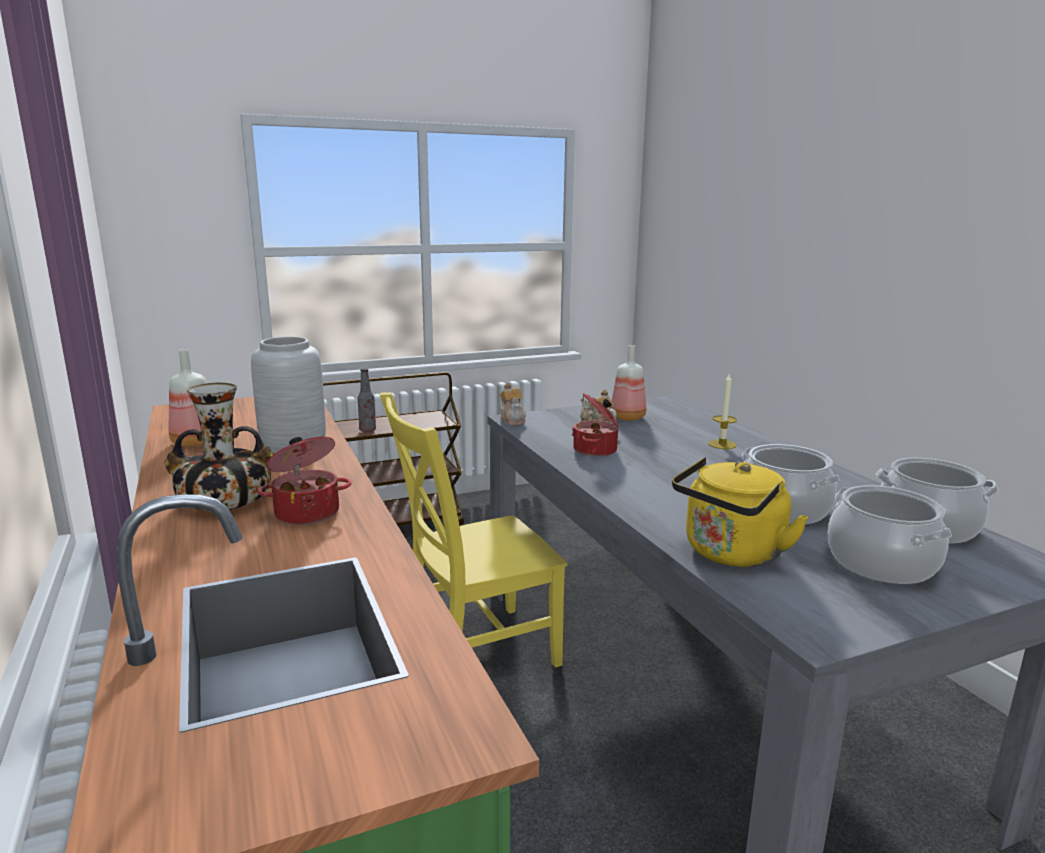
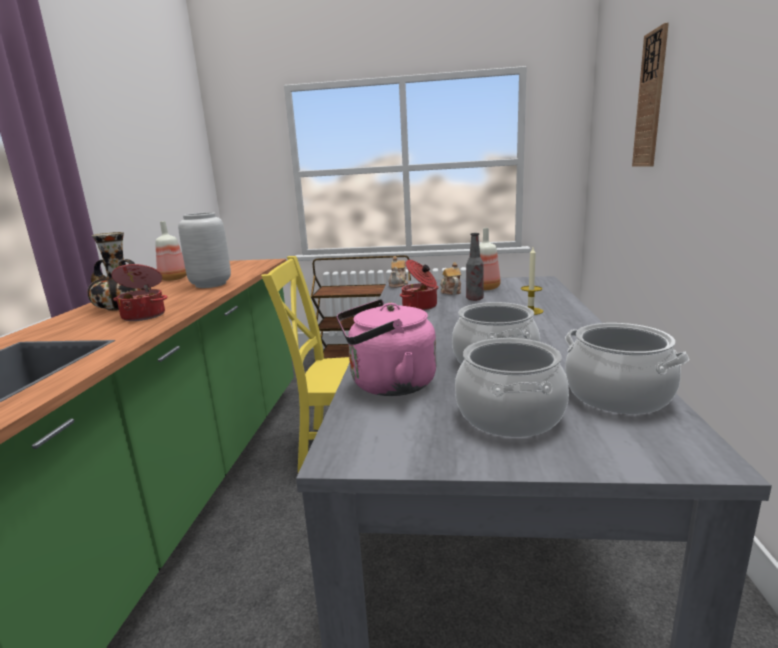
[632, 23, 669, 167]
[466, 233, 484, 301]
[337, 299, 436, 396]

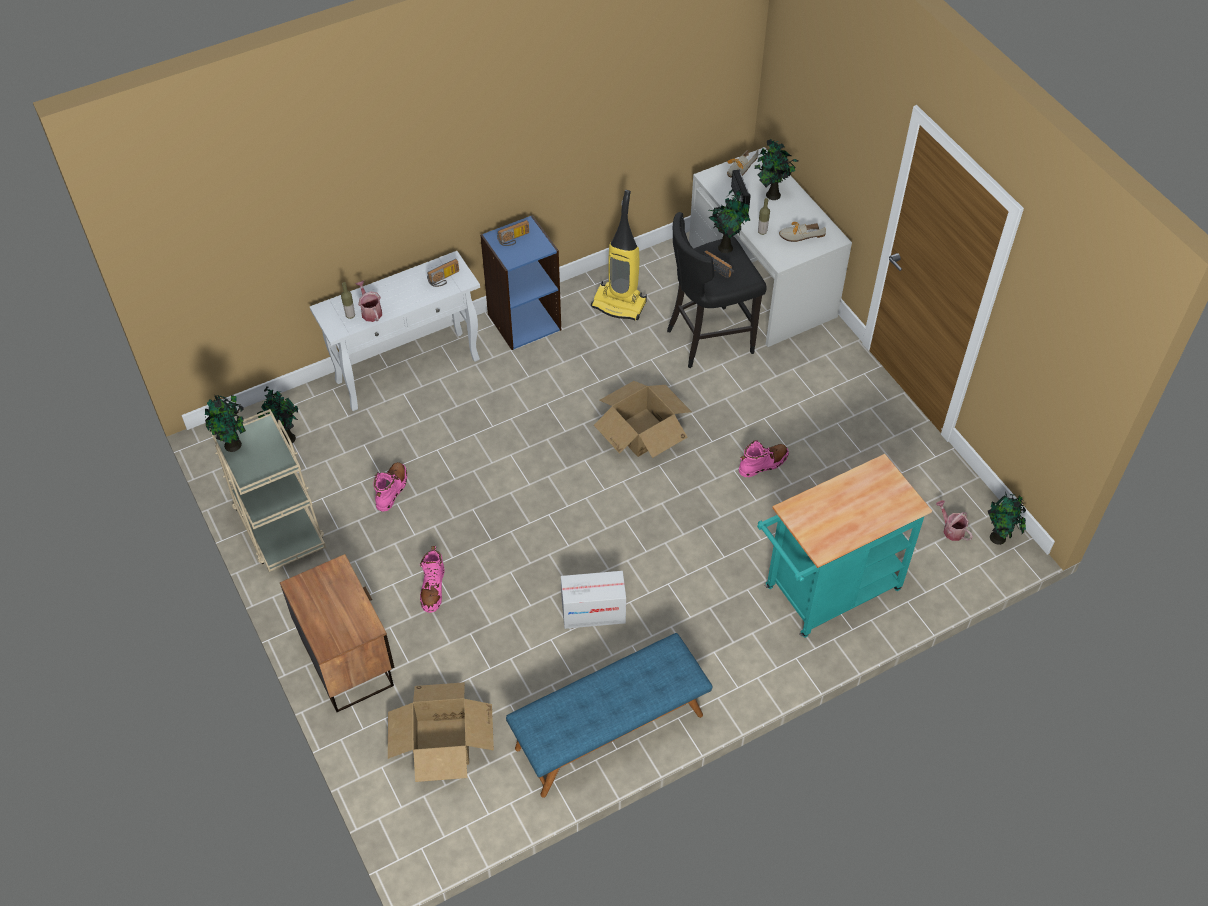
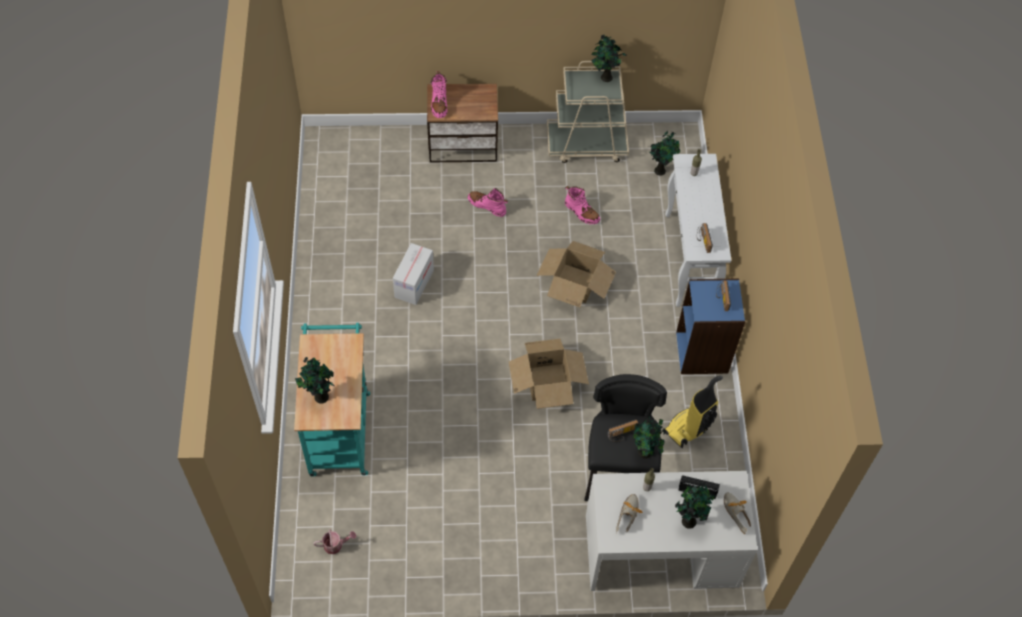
[356, 281, 382, 322] (first image)
[506, 633, 712, 798] (first image)
[536, 241, 616, 307]
[431, 71, 447, 118]
[295, 357, 335, 404]

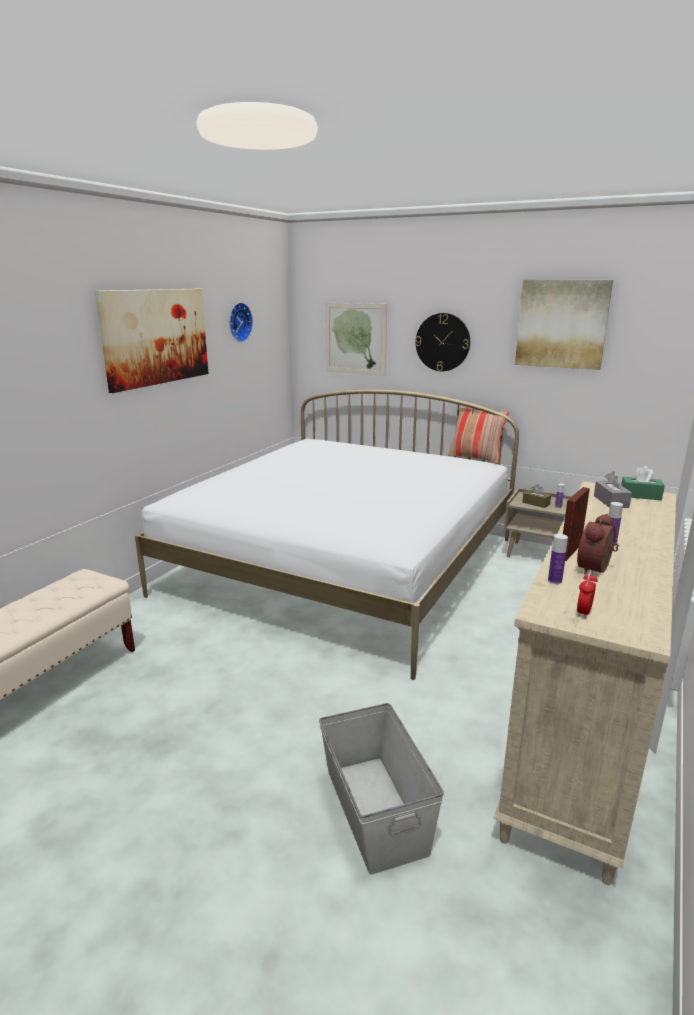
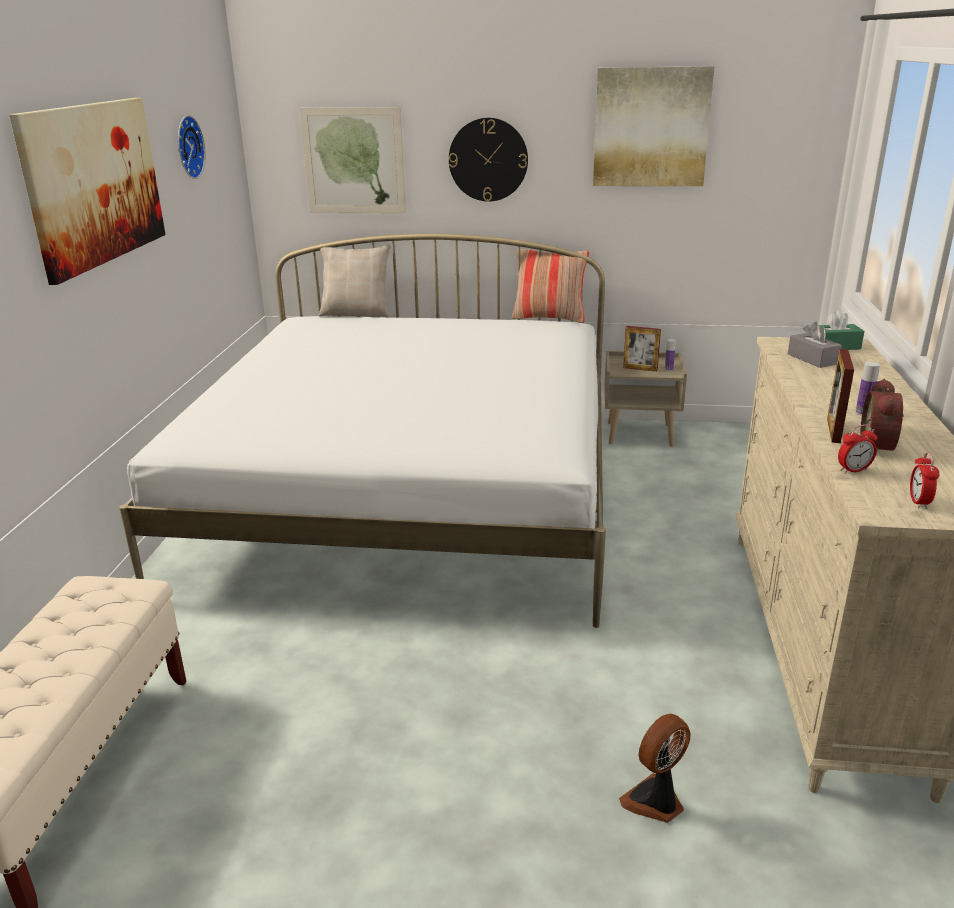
[319, 244, 391, 317]
[619, 713, 691, 823]
[623, 326, 661, 372]
[838, 424, 877, 474]

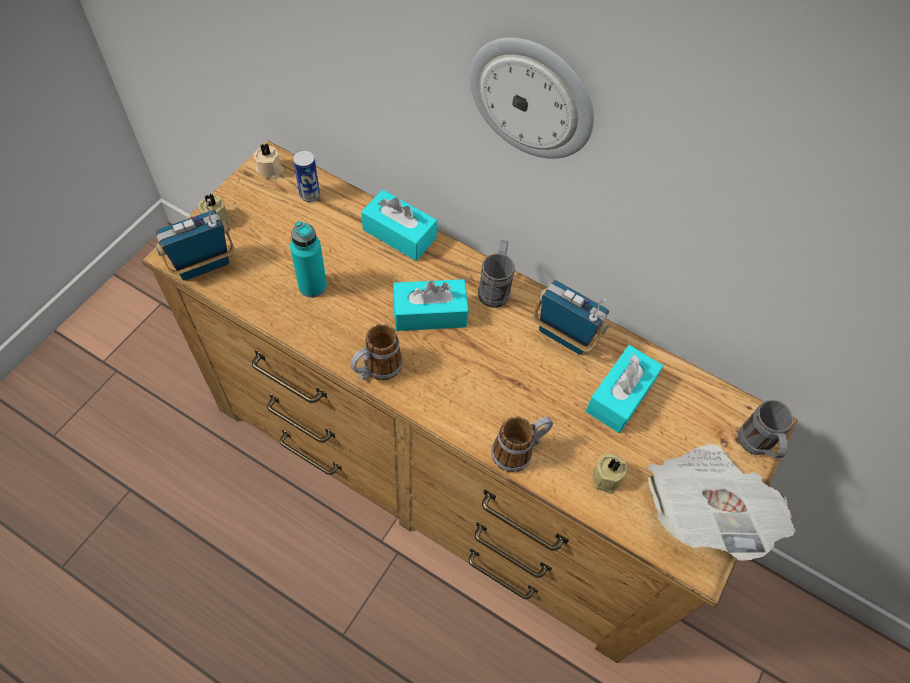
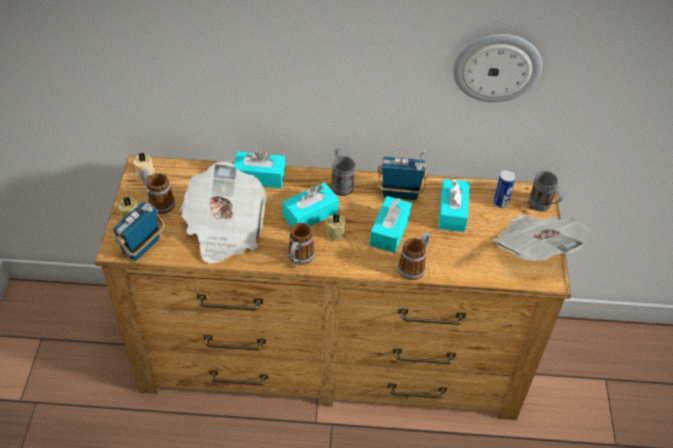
[141, 169, 175, 214]
[370, 196, 412, 253]
[493, 170, 516, 208]
[453, 34, 542, 102]
[326, 214, 345, 241]
[180, 161, 267, 264]

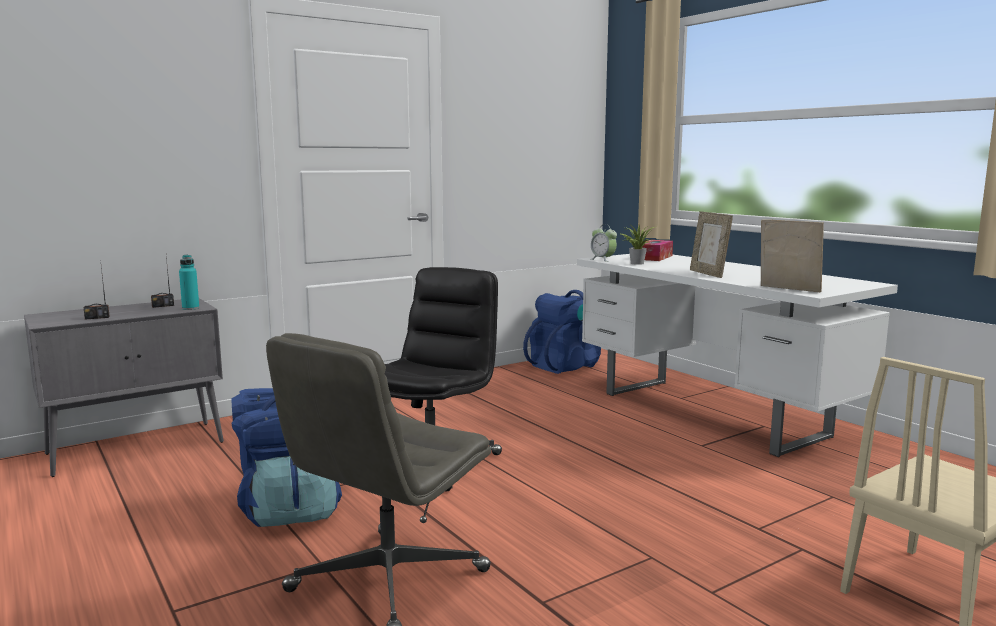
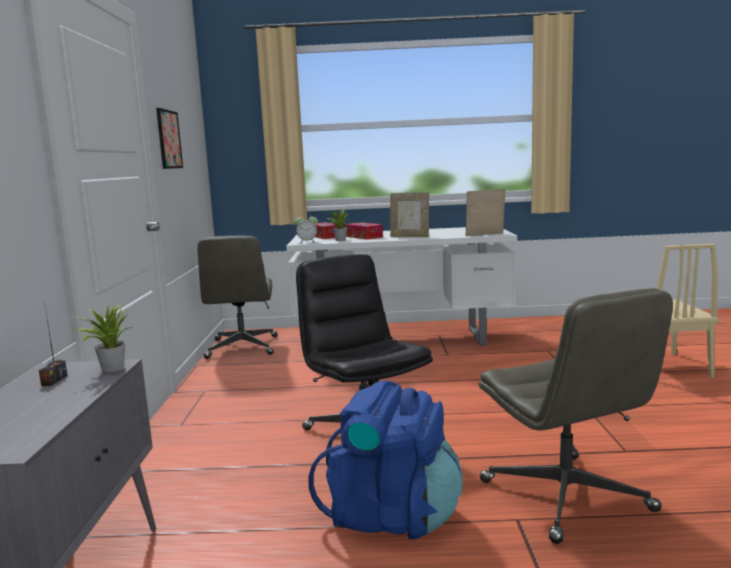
[84, 267, 110, 319] (first image)
[156, 108, 183, 169]
[345, 222, 383, 240]
[75, 304, 134, 372]
[197, 236, 278, 359]

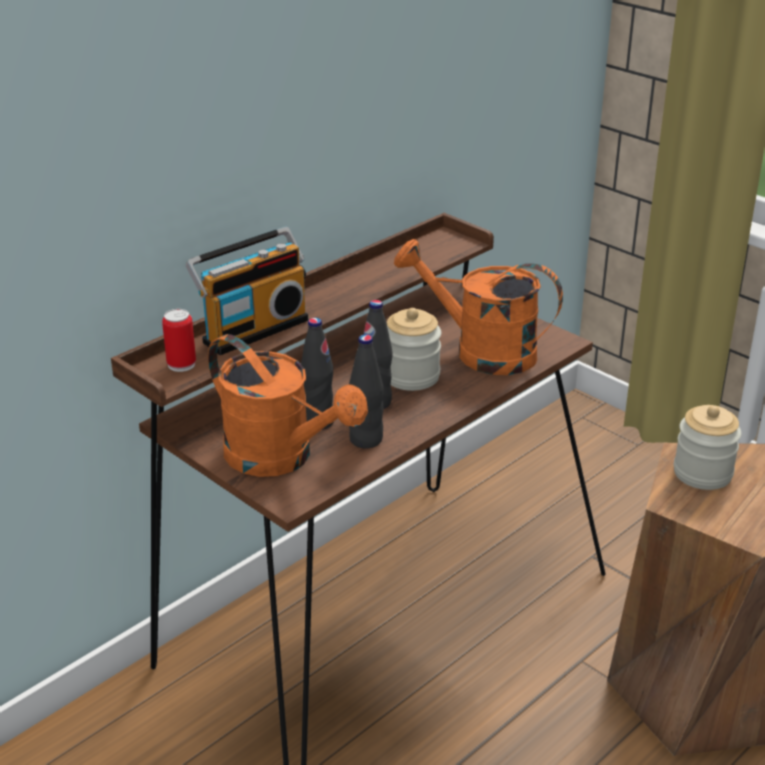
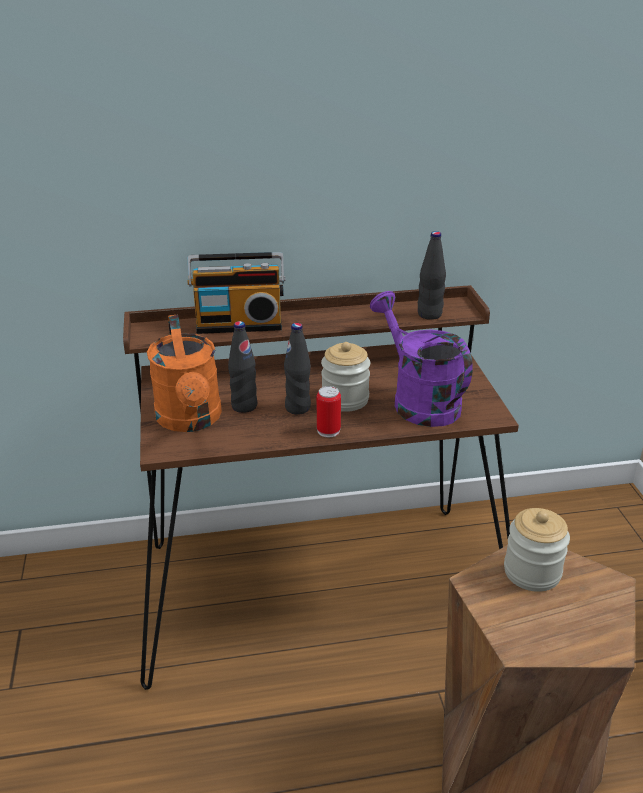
[317, 386, 341, 437]
[418, 231, 446, 320]
[370, 291, 473, 427]

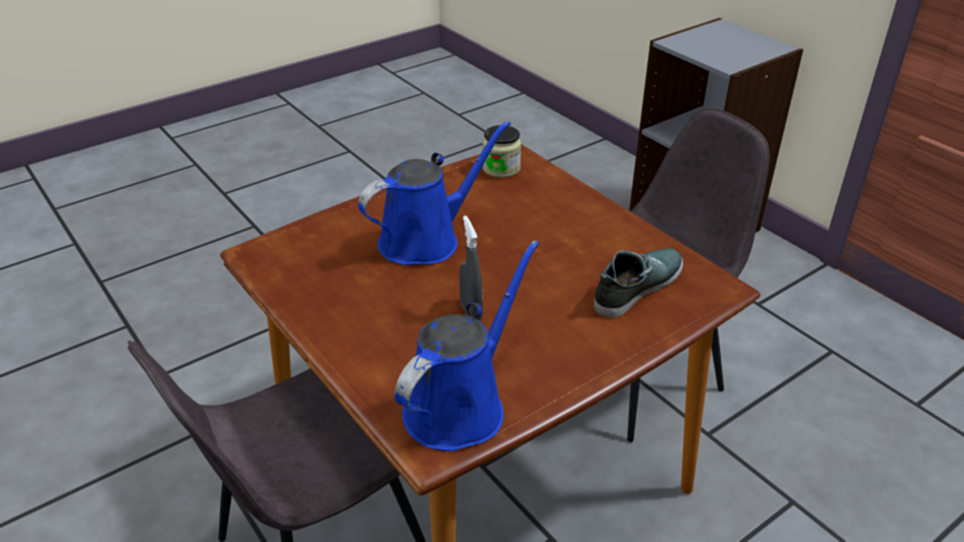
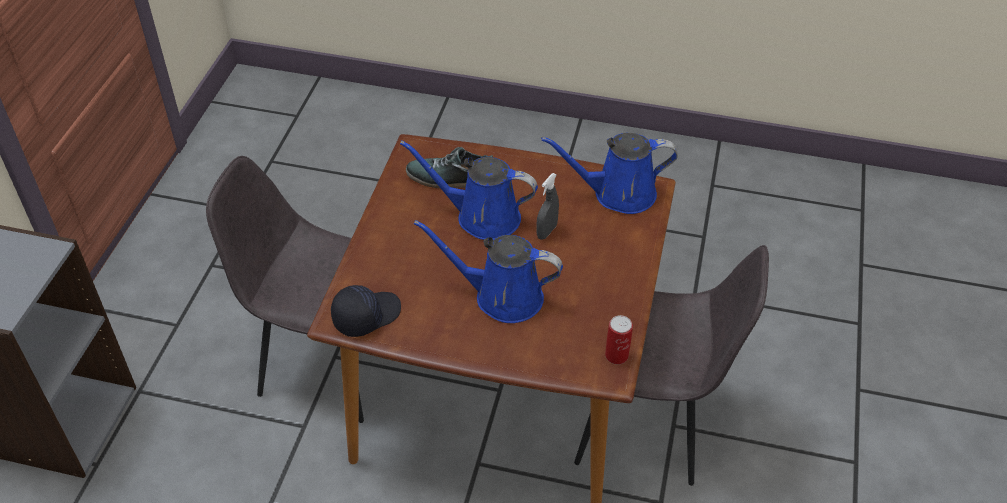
[400, 140, 538, 240]
[605, 315, 633, 364]
[331, 285, 401, 337]

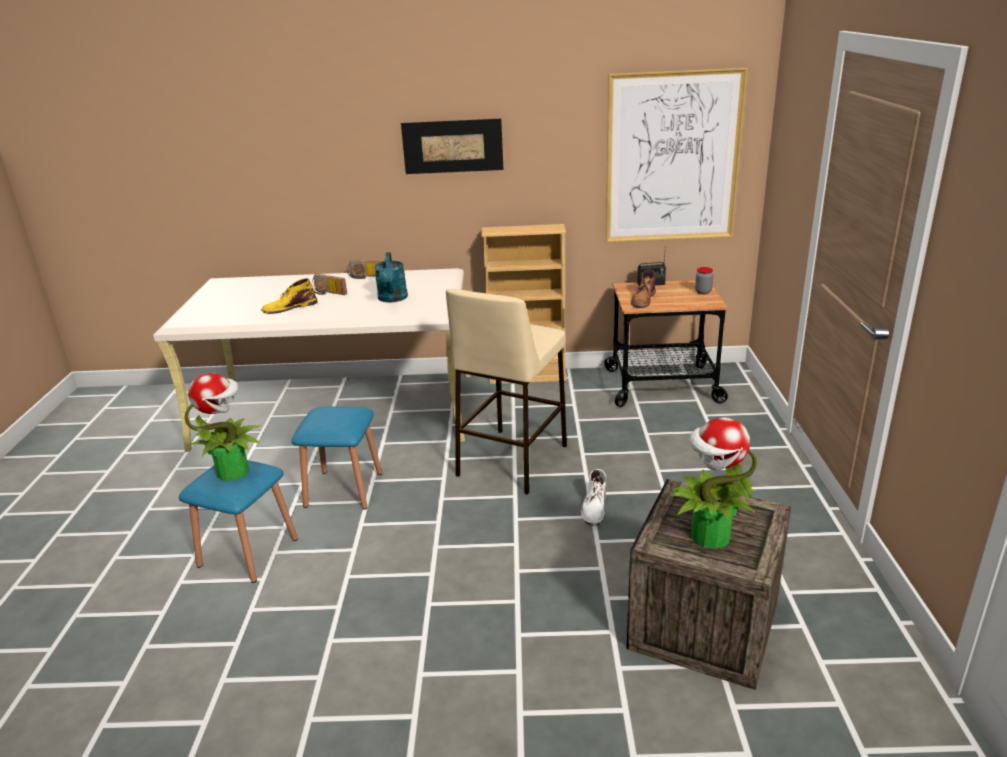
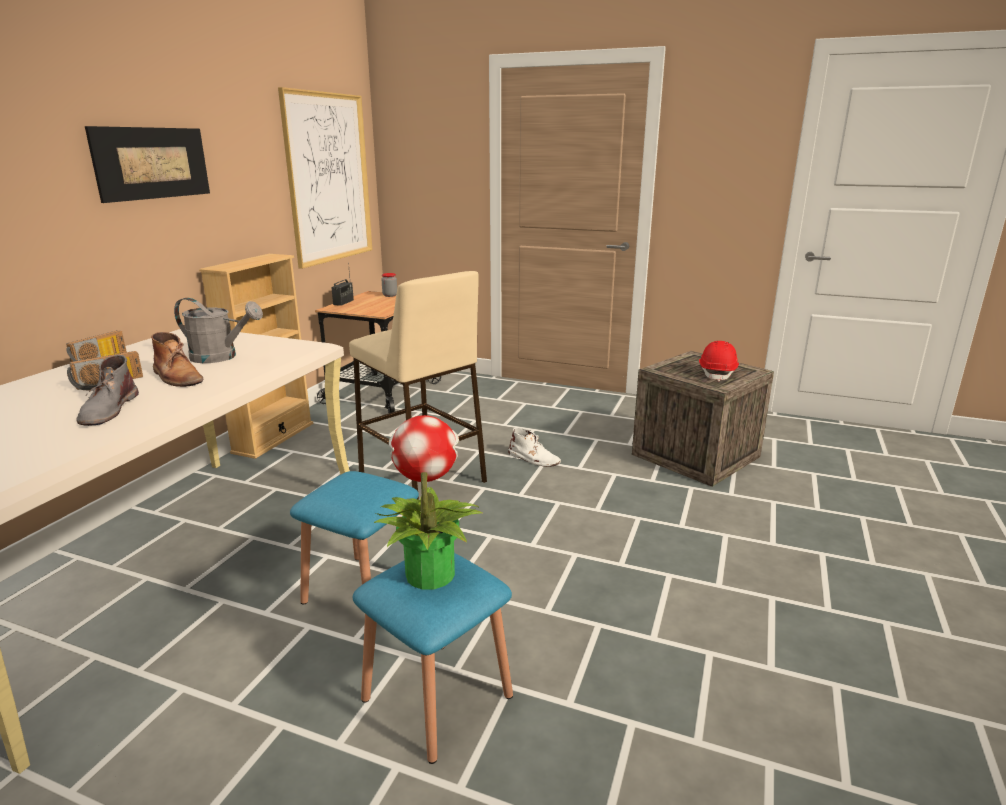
[151, 332, 203, 387]
[699, 341, 739, 382]
[76, 355, 139, 426]
[174, 298, 263, 363]

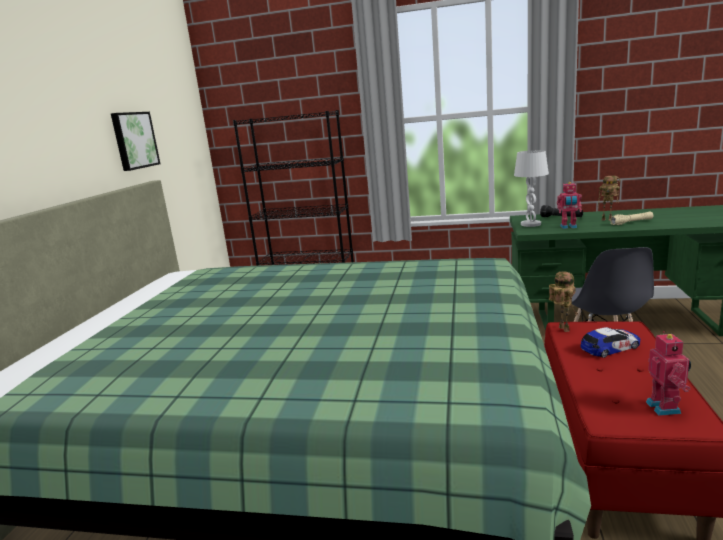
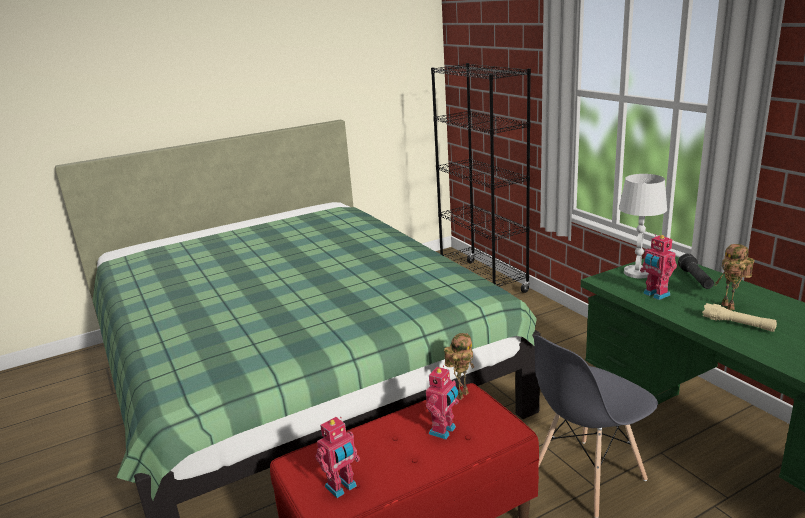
[111, 112, 160, 171] (first image)
[426, 365, 459, 440]

